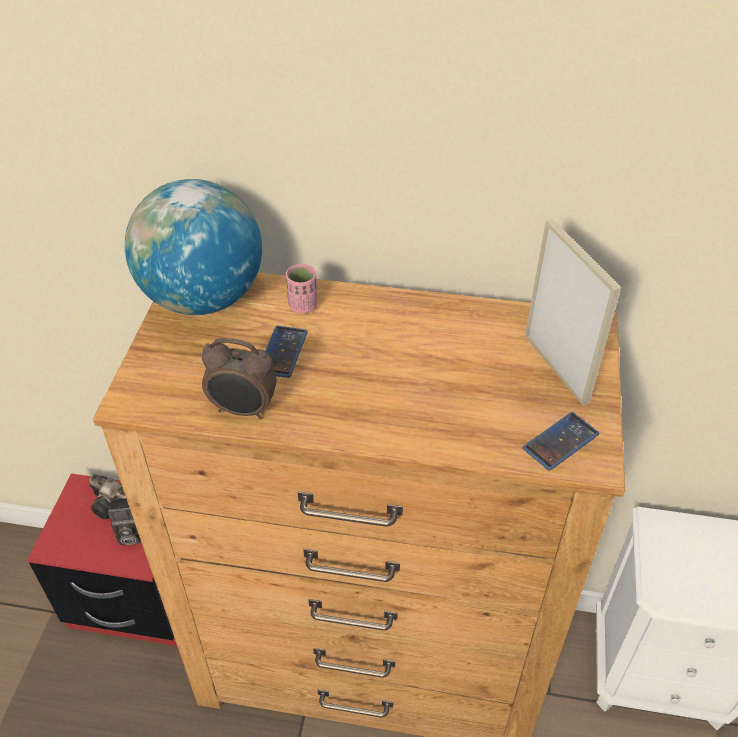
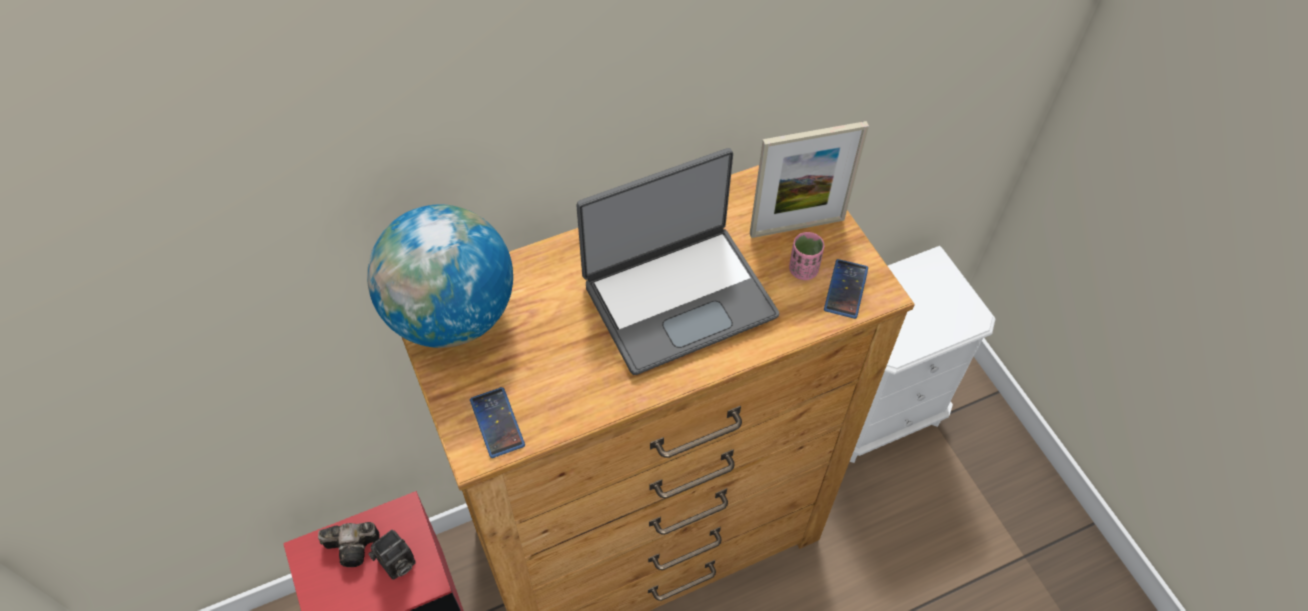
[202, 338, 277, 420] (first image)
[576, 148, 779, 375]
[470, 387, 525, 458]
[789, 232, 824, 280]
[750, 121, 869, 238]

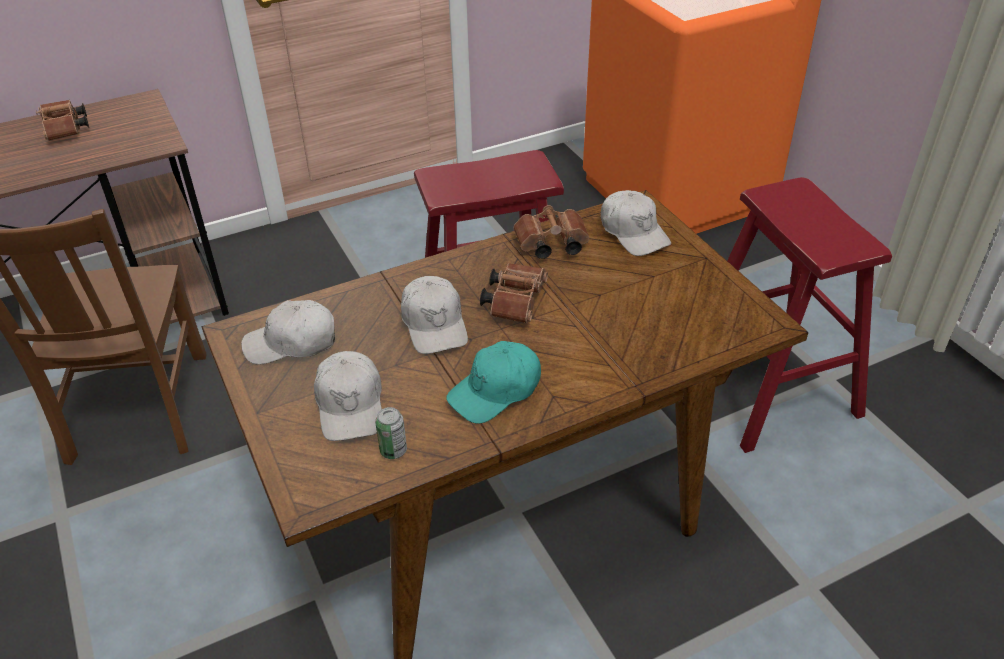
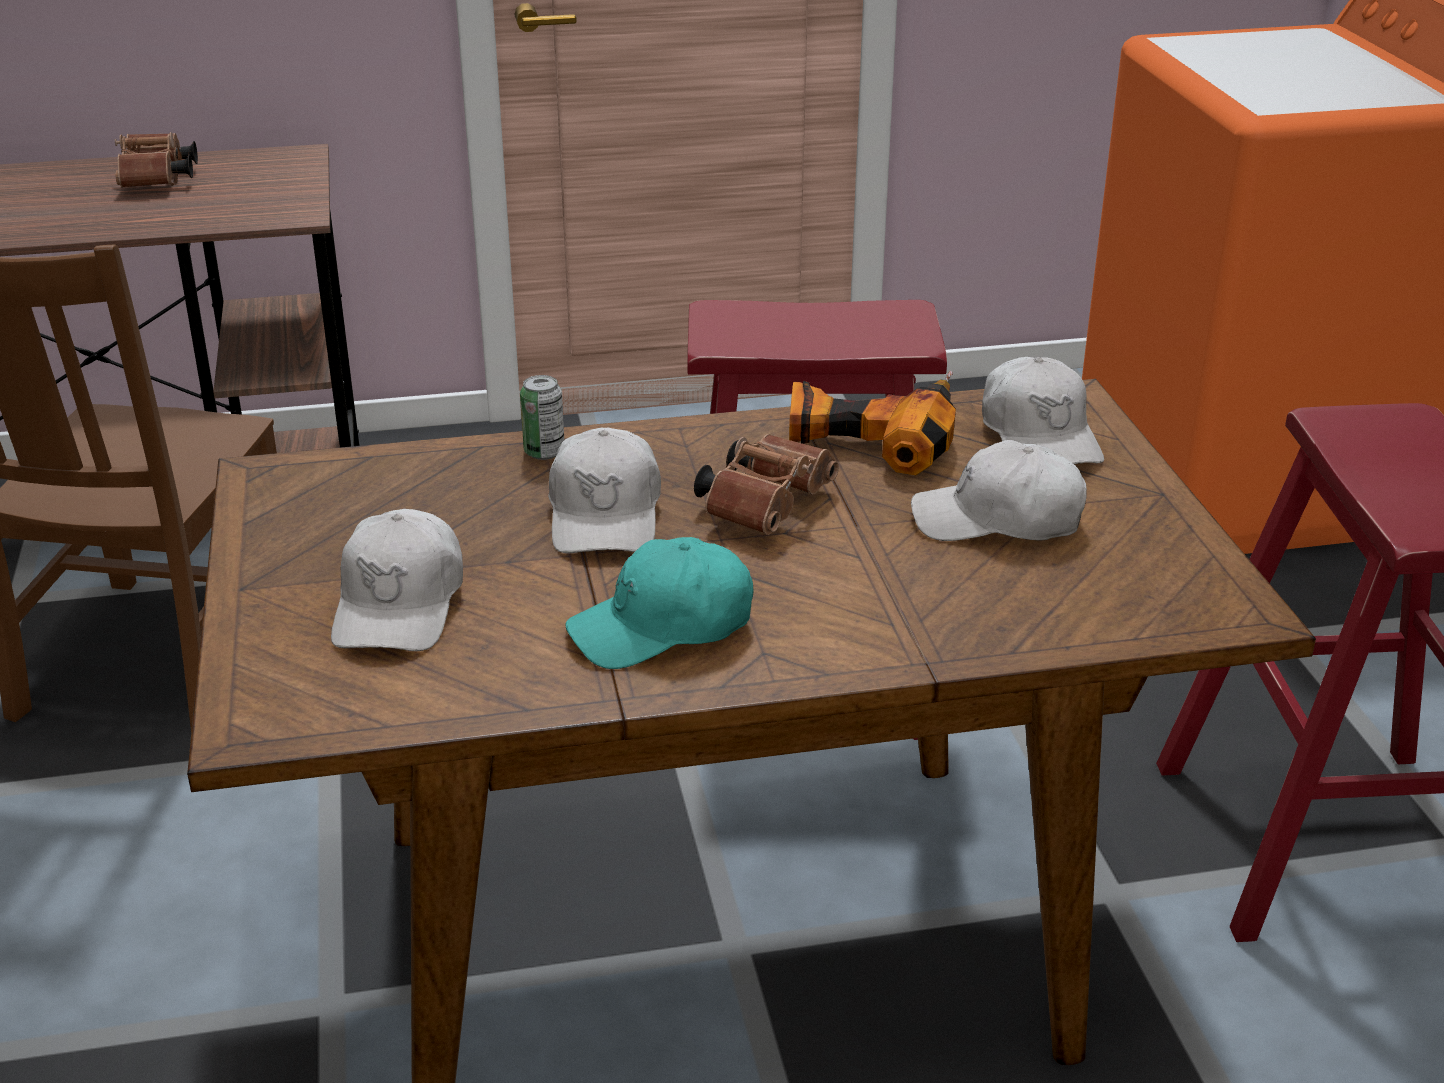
[911, 440, 1087, 541]
[520, 375, 564, 460]
[789, 371, 956, 475]

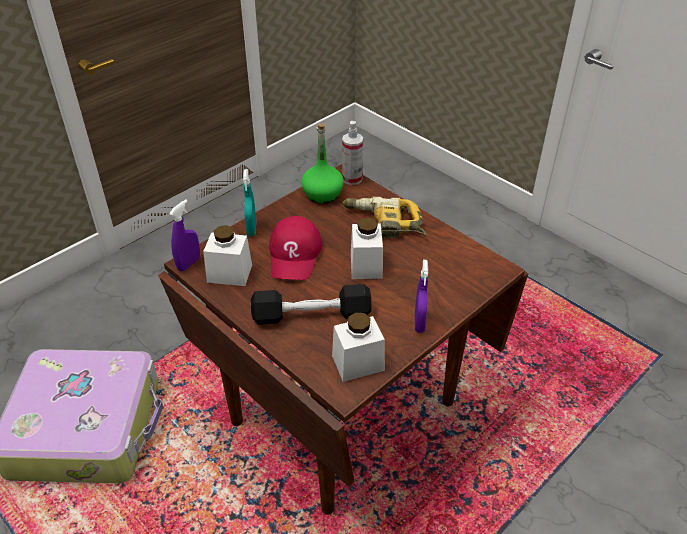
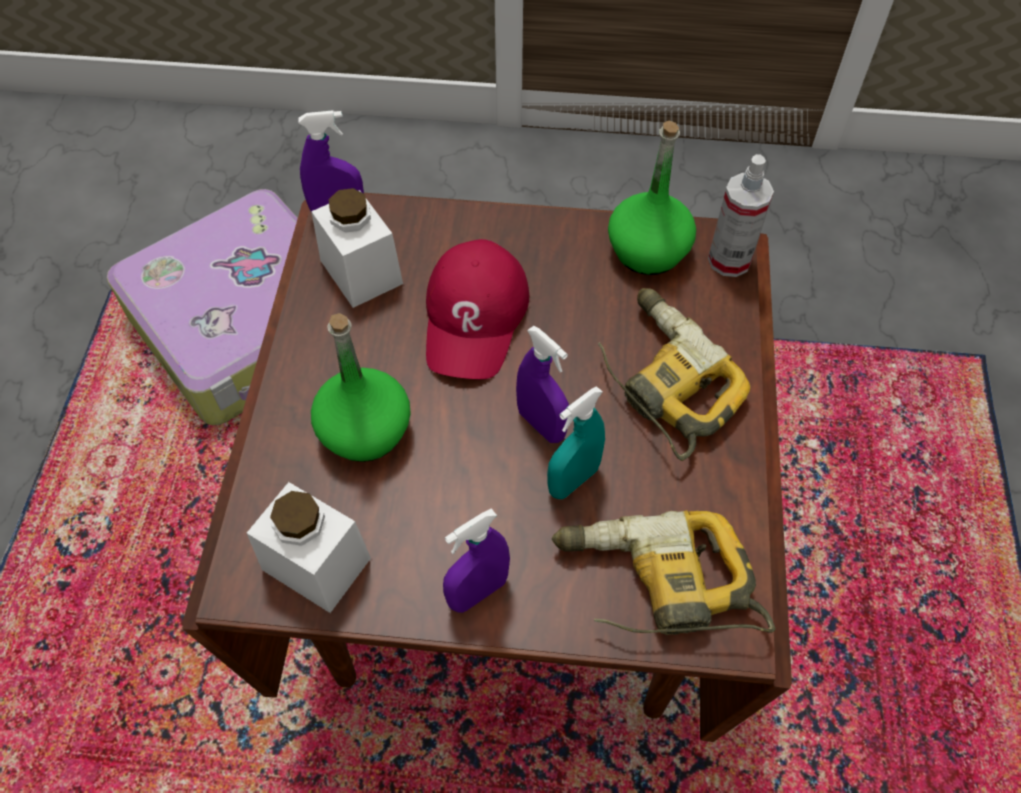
[552, 510, 776, 635]
[547, 386, 605, 499]
[311, 313, 411, 462]
[516, 326, 569, 443]
[426, 239, 529, 379]

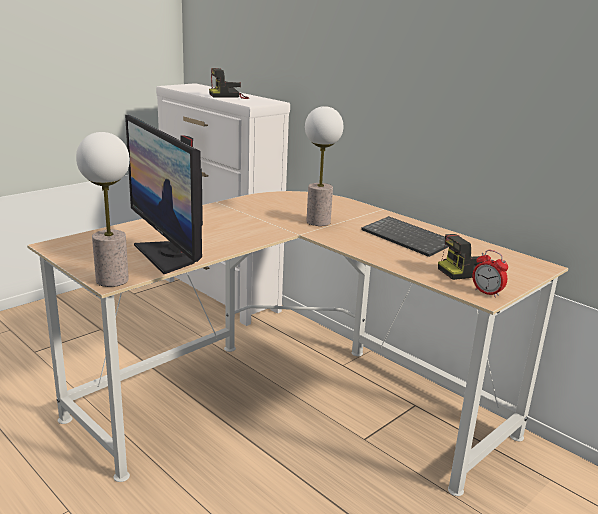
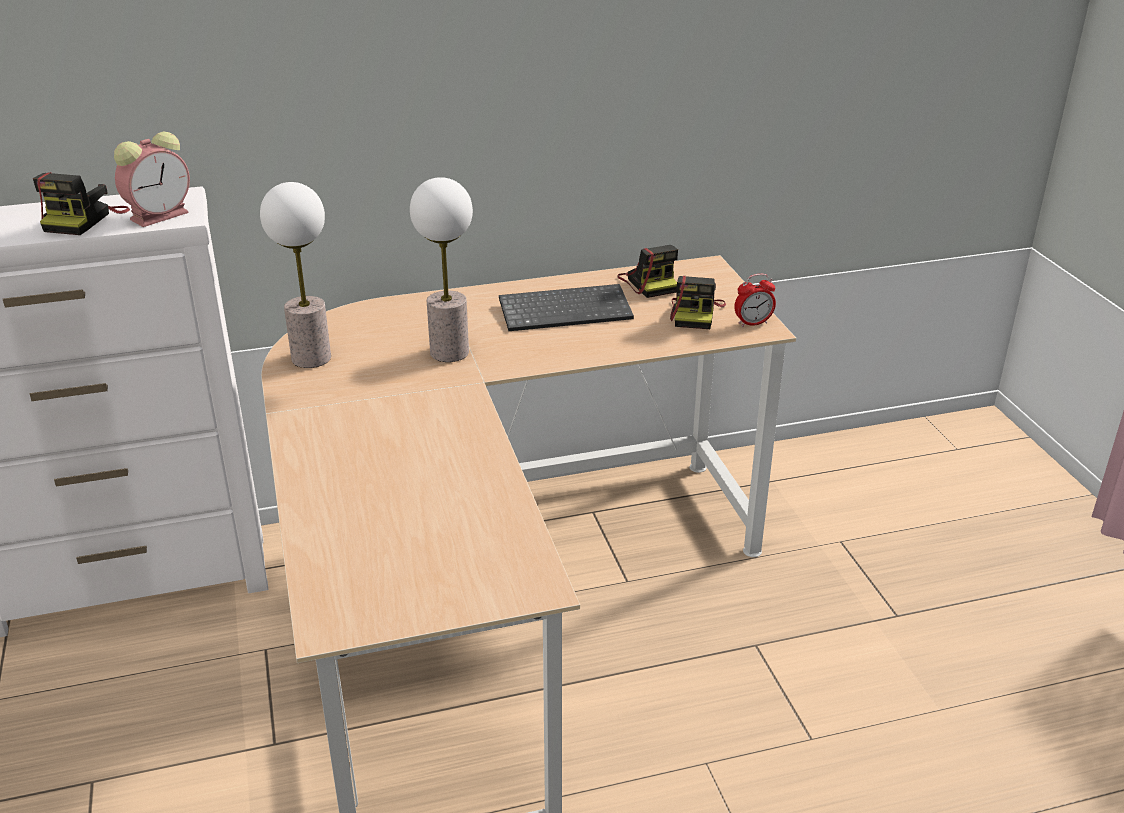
[125, 115, 203, 274] (first image)
[114, 132, 190, 227]
[617, 245, 678, 298]
[260, 182, 331, 368]

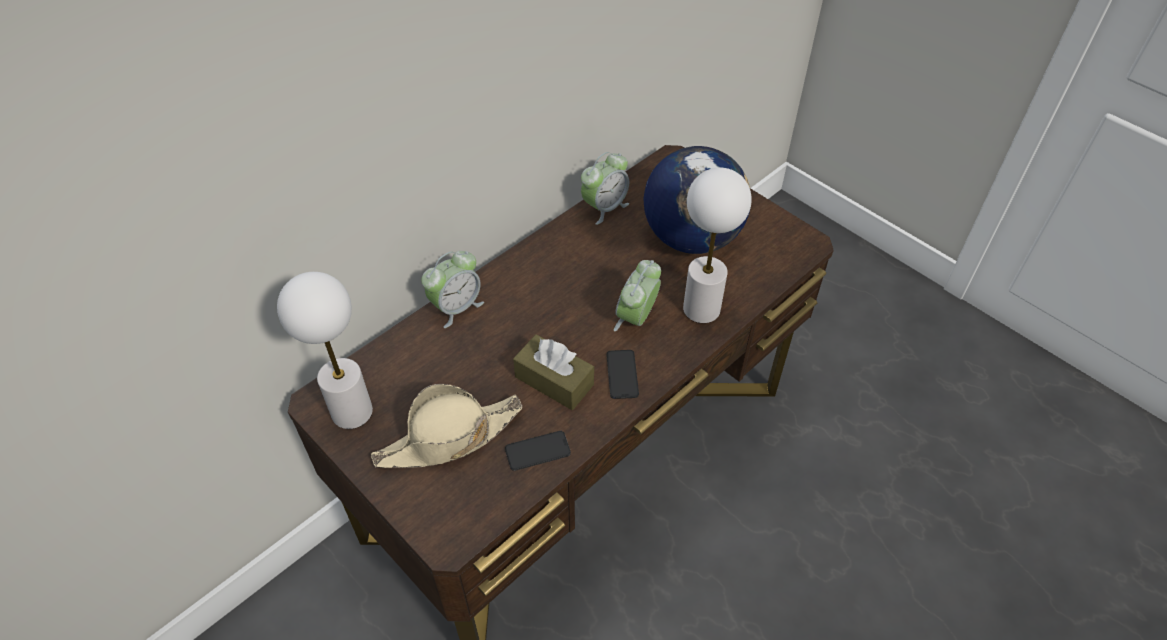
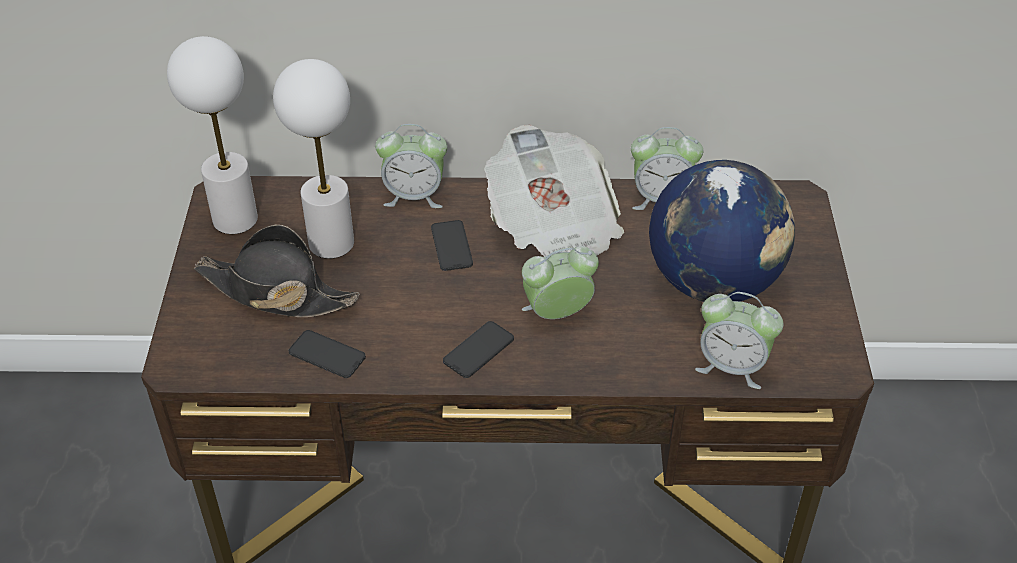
[513, 334, 594, 410] (first image)
[431, 220, 473, 271]
[485, 124, 624, 257]
[695, 292, 783, 389]
[273, 59, 354, 259]
[194, 225, 359, 317]

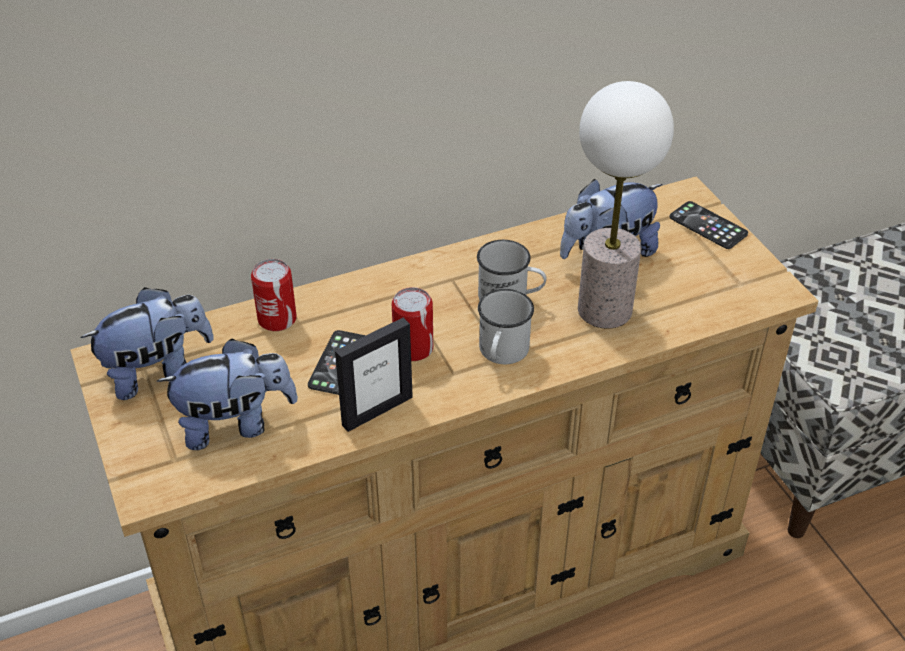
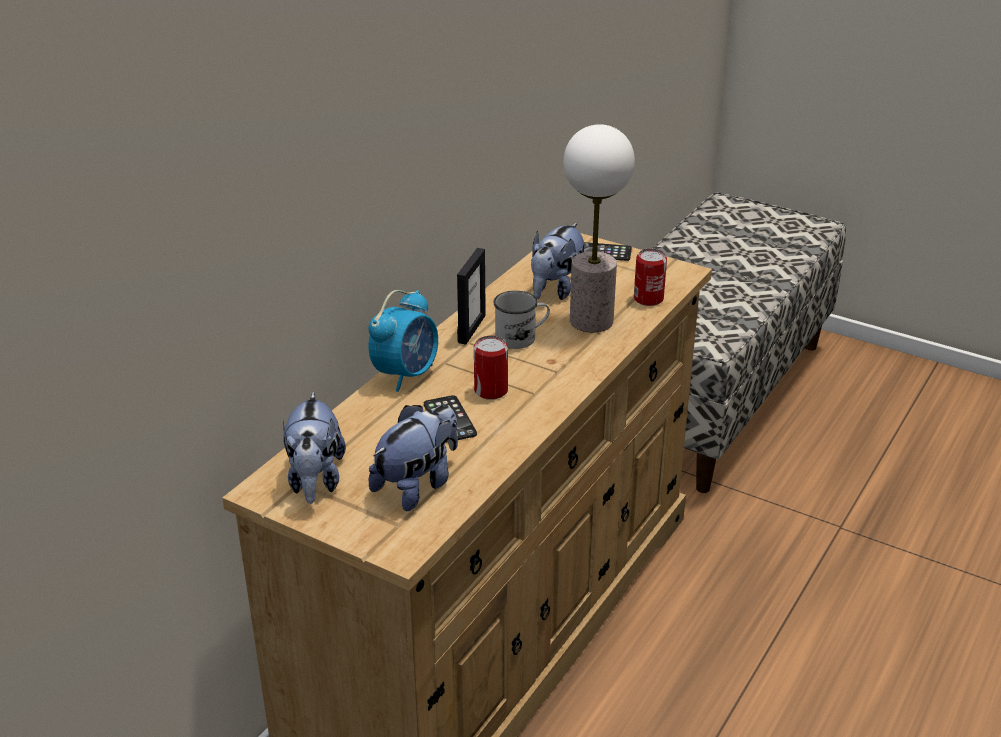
[478, 289, 534, 364] (first image)
[368, 290, 438, 392]
[634, 248, 667, 306]
[457, 248, 486, 345]
[283, 391, 346, 504]

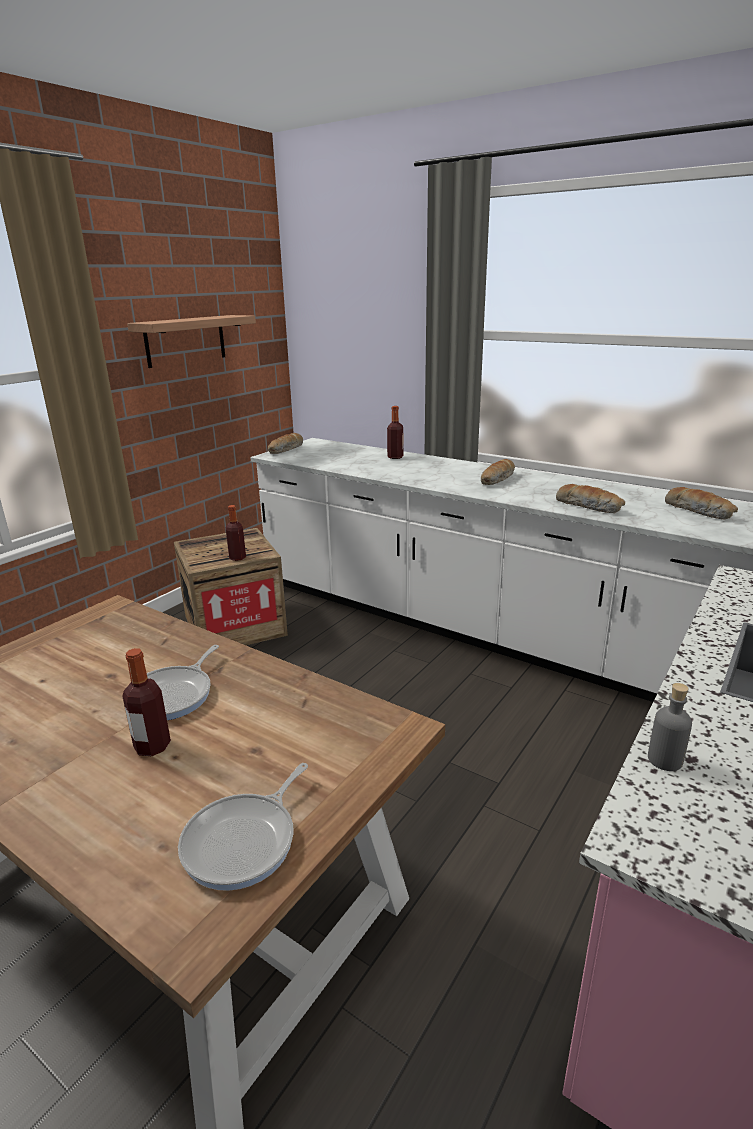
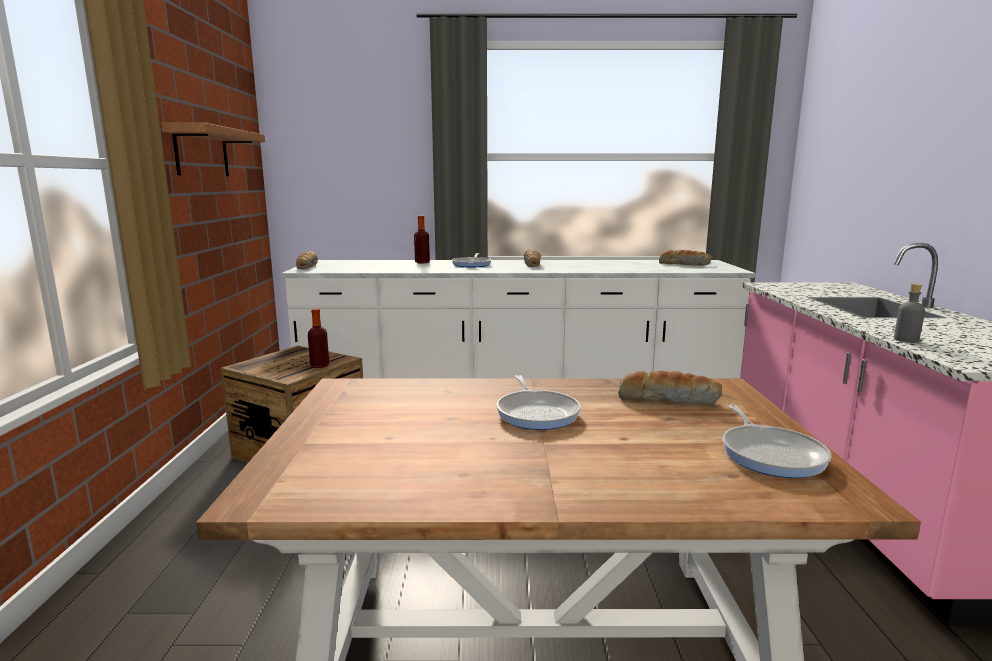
[122, 648, 171, 756] (first image)
[452, 253, 491, 268]
[618, 371, 722, 404]

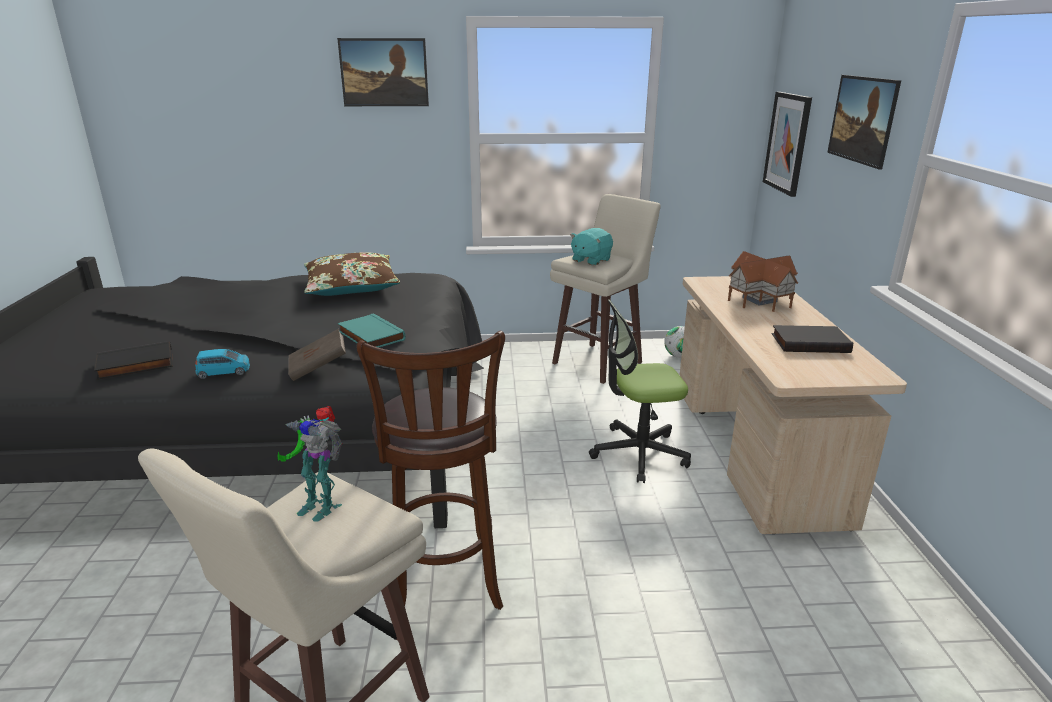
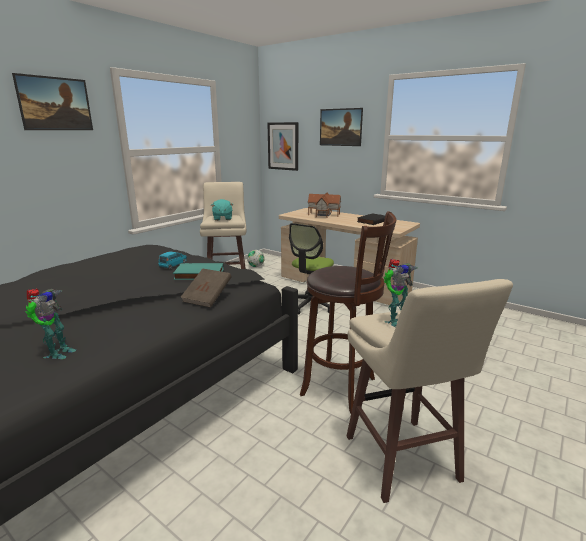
[304, 252, 400, 296] (first image)
[158, 252, 187, 270]
[25, 289, 76, 359]

